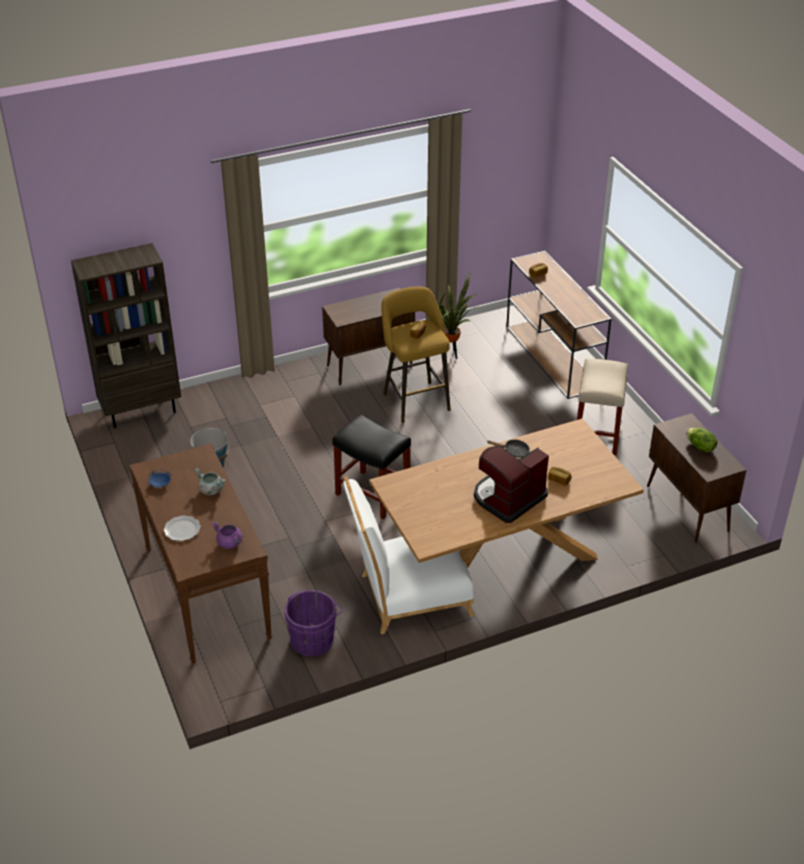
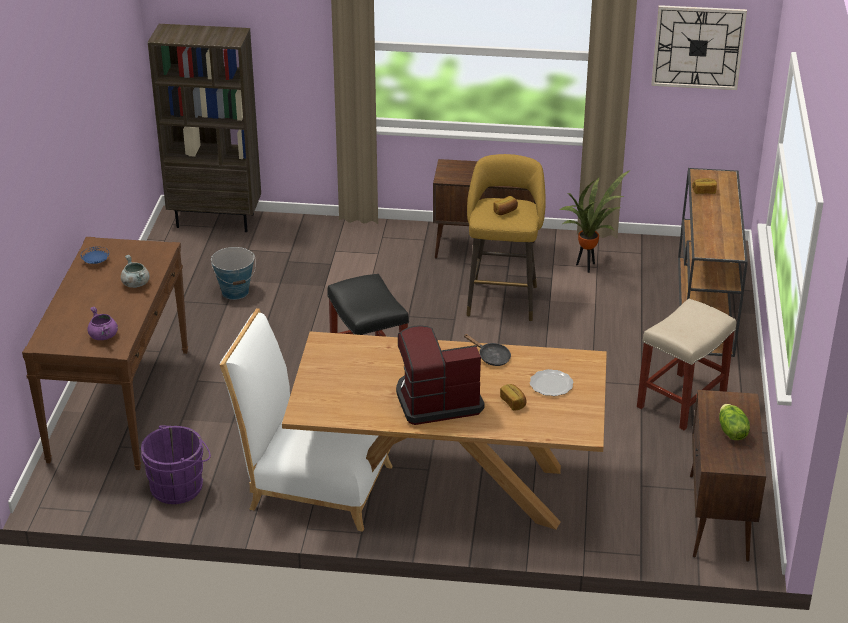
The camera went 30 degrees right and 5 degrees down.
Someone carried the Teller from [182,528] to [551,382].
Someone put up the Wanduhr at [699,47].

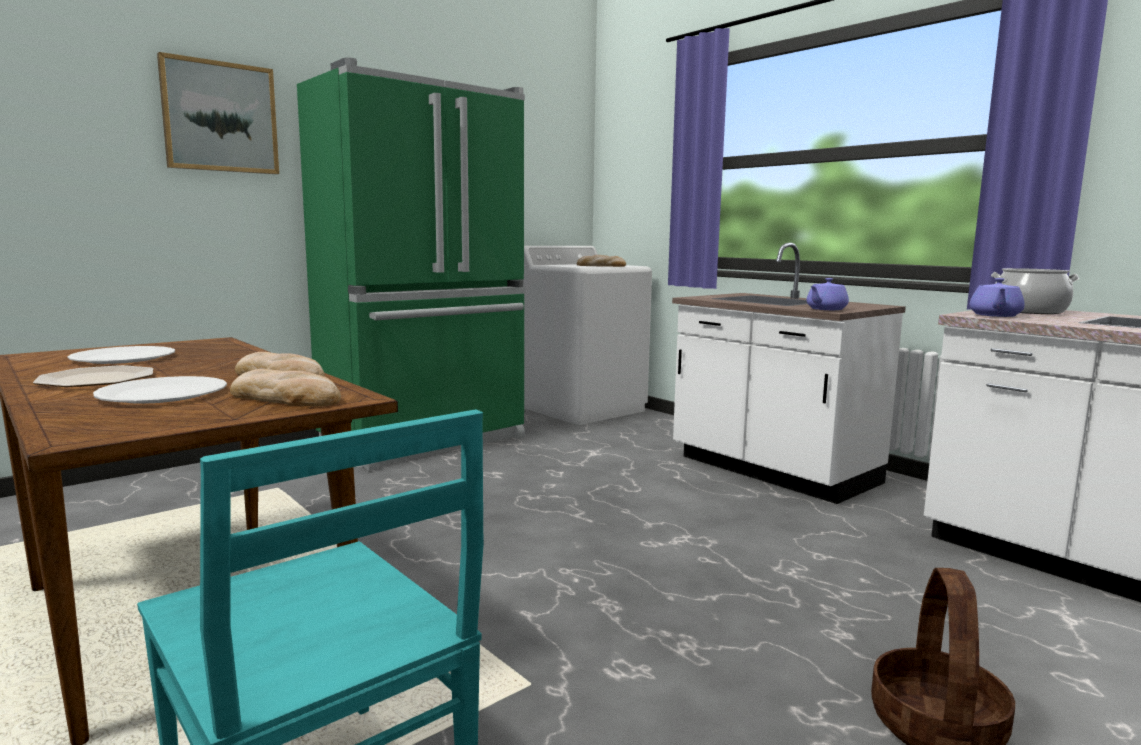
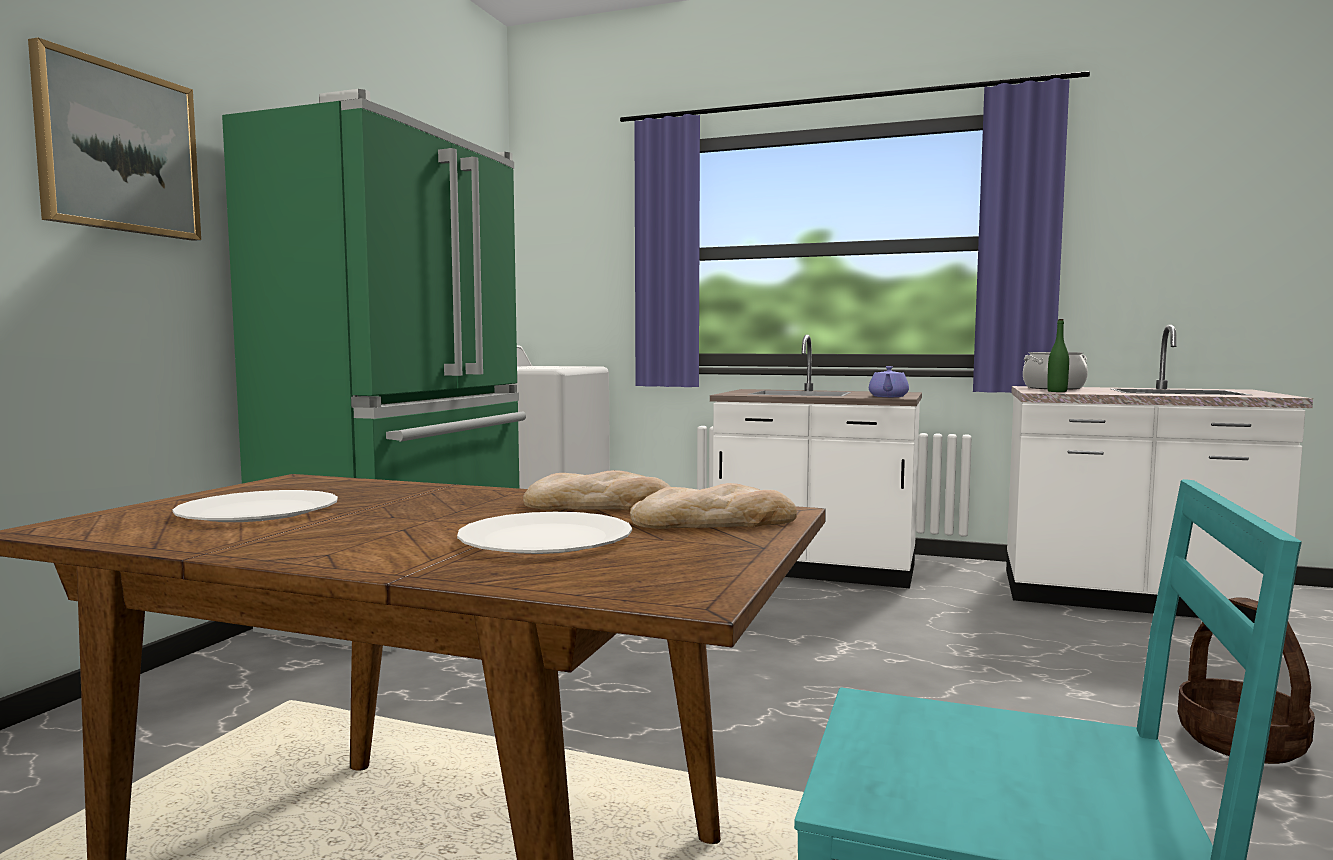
The camera went 30 degrees left and 5 degrees down.
Someone swapped the Teekanne [lila] at [997,297] for the Flasche [grün] at [1058,355].
Someone took away the Teller at [93,376].
Someone took away the Brot at [601,261].

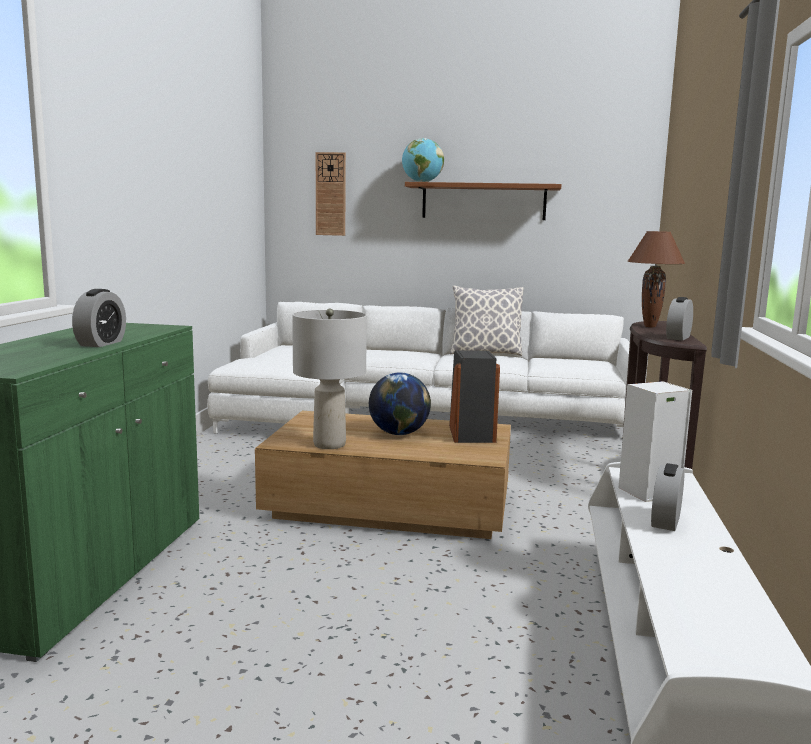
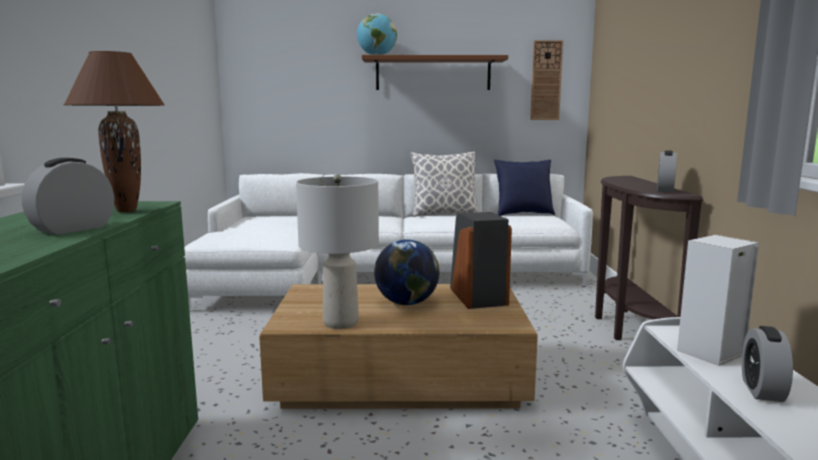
The camera went 10 degrees left and 0 degrees up.
Someone rotated the Wecker at [99,318] by 150 degrees counterclockwise.
Someone carried the Tischlampe [braun] from [656,279] to [114,131].
Someone put down the Kissen [blau] at [524,188].
Someone carried the Wanduhr from [331,194] to [546,80].

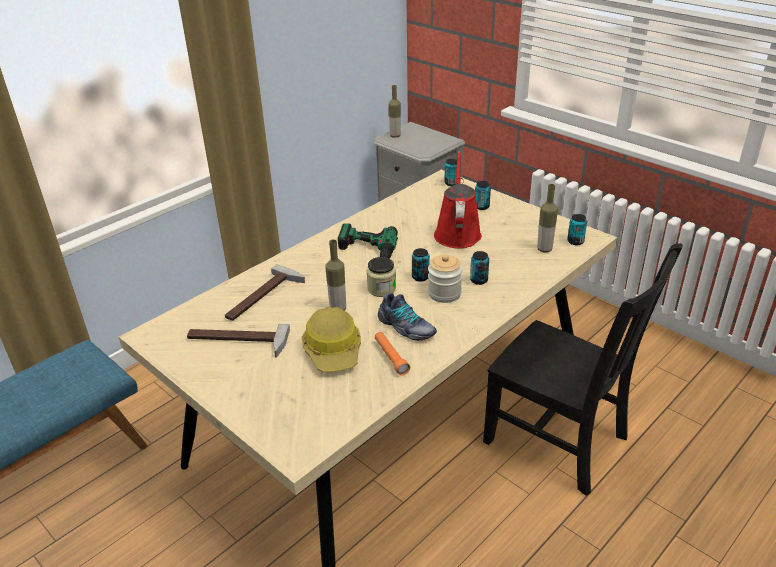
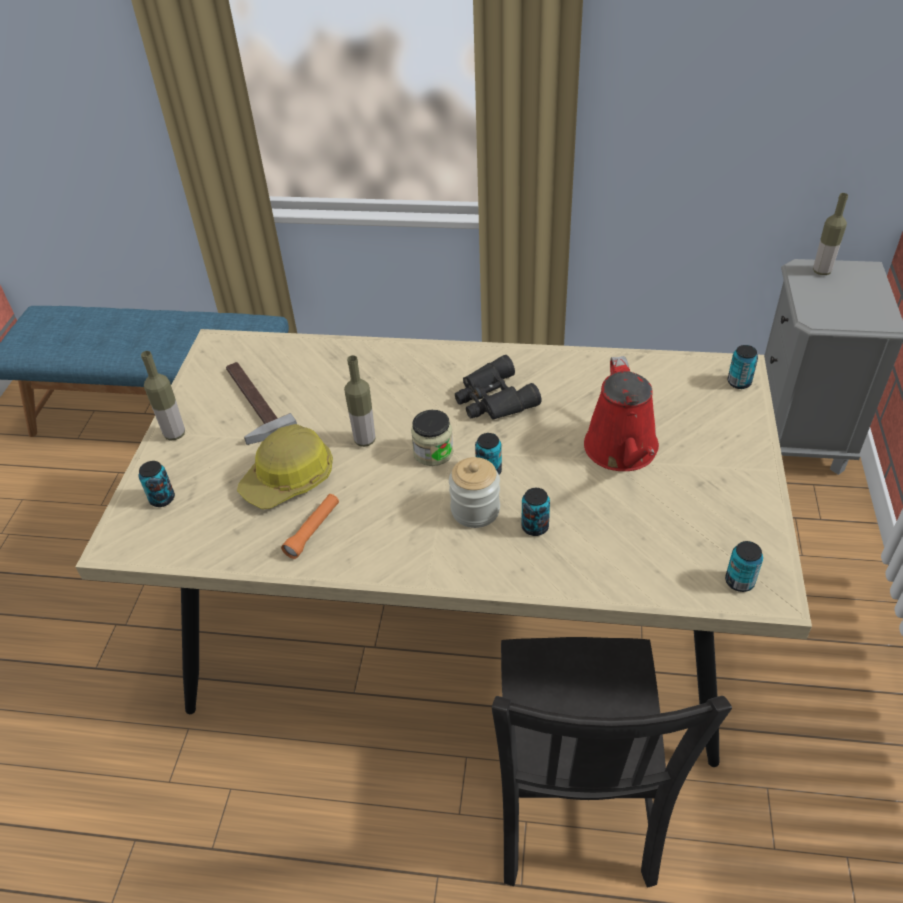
The camera went 55 degrees right and 10 degrees up.
Someone carried the Dose from [483,195] to [157,484].
Someone carried the Flasche from [547,218] to [163,396].
Someone swapped the Bohrmaschine at [368,241] for the Fernglas [schwarz] at [498,387].
Someone rotated the Gießkanne [rot] at [458,199] by 120 degrees clockwise.
Someone took away the Hammer at [265,292].
Someone took away the Schuh at [407,316].

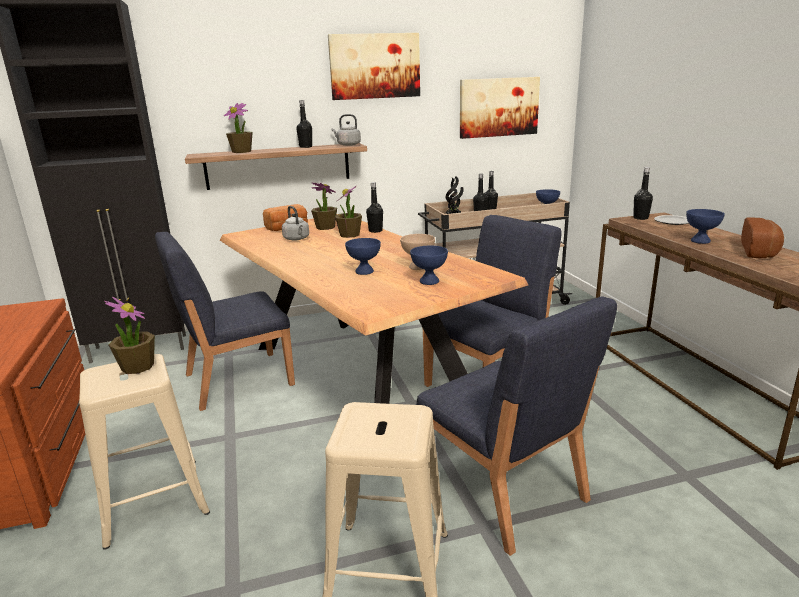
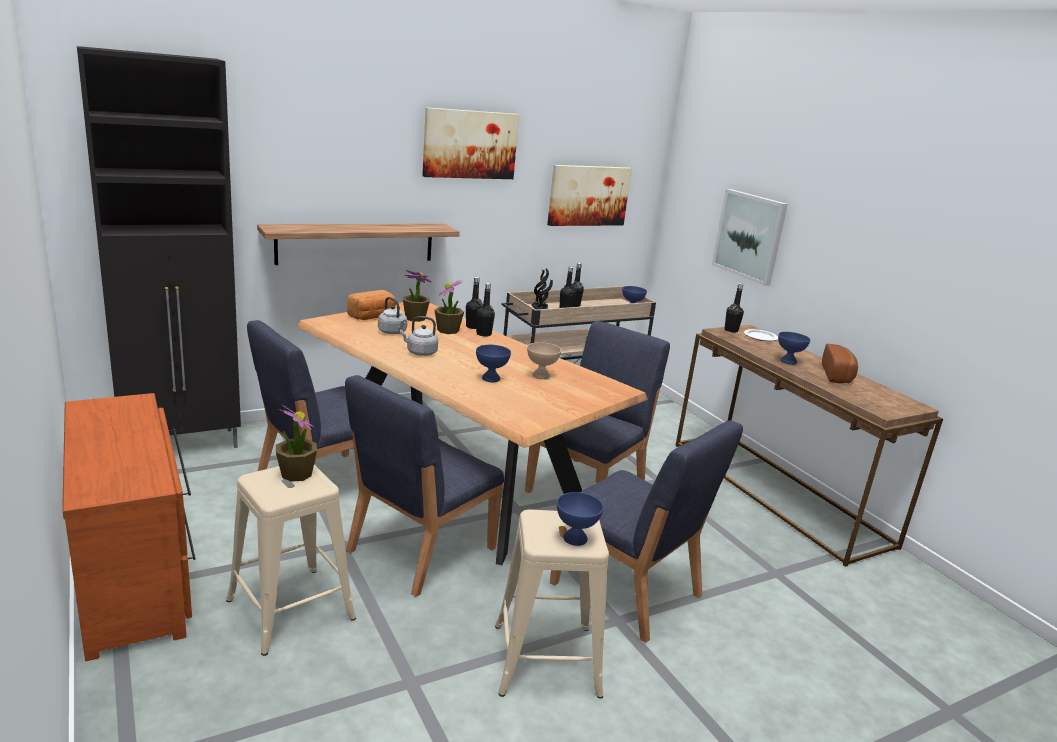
The camera went 15 degrees left and 0 degrees up.
Someone put down the Stuhl [blau] at [424,486].
Someone carried the Wasserkessel [grau] from [346,130] to [419,336].
Someone carried the Flasche [schwarz] from [304,124] to [485,310].
Someone carried the Schüssel [blau] from [429,265] to [580,519].
Someone put up the Bild at [750,237].
Someone took away the Topfpflanze at [238,128].

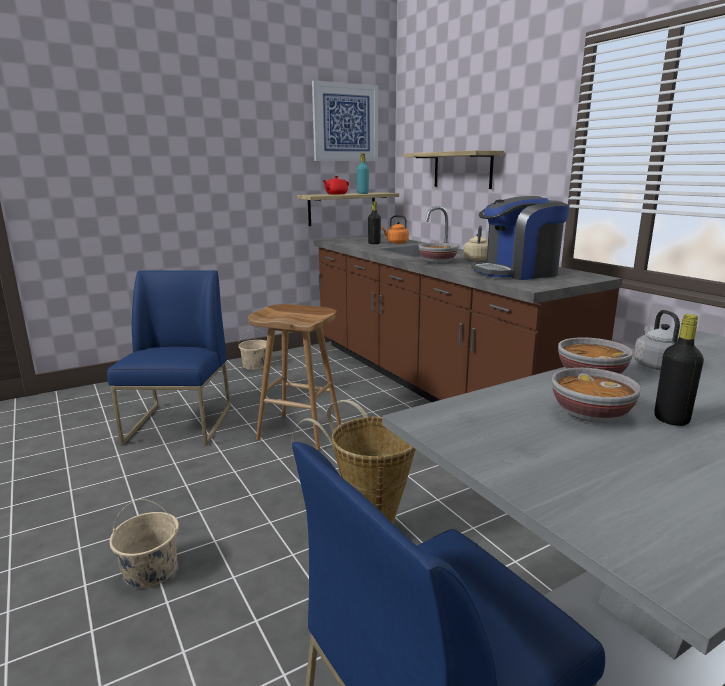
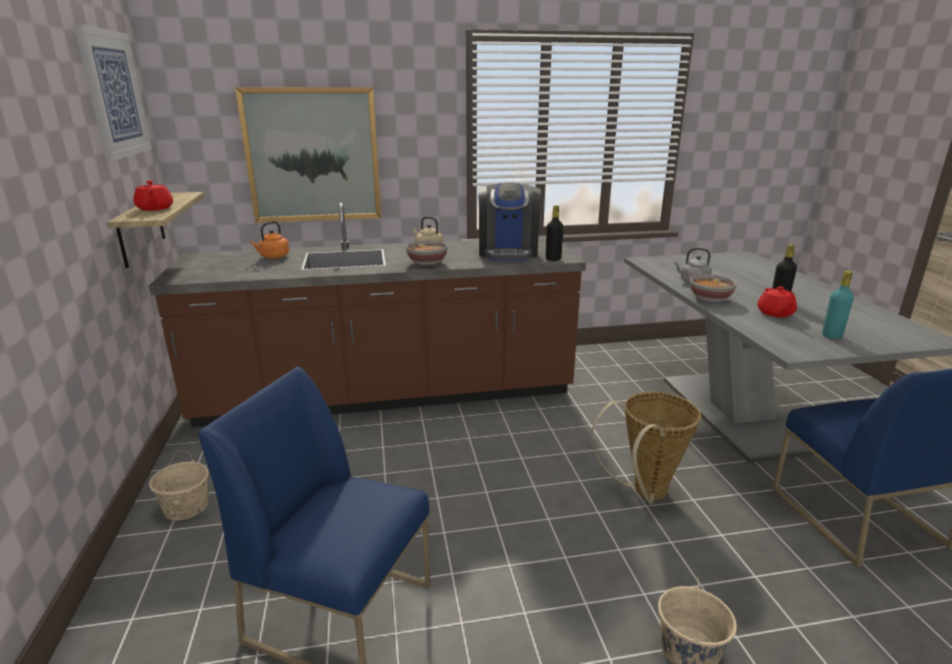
The camera went 70 degrees left and 5 degrees up.
Someone swapped the Wandregal at [454,169] for the Bild at [308,155].
Someone carried the Flasche [schwarz] from [374,222] to [555,233].
Someone swapped the Schüssel at [596,395] for the Teekanne [rot] at [777,301].
Someone carried the Flasche [türkis] from [363,173] to [838,305].
Someone took away the Hocker [braun] at [295,377].

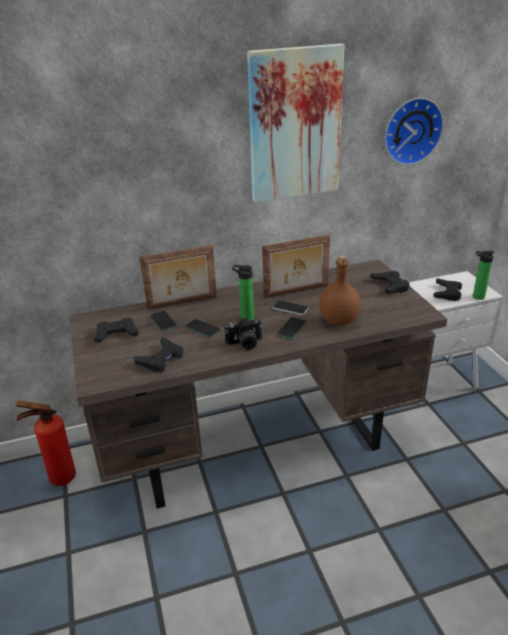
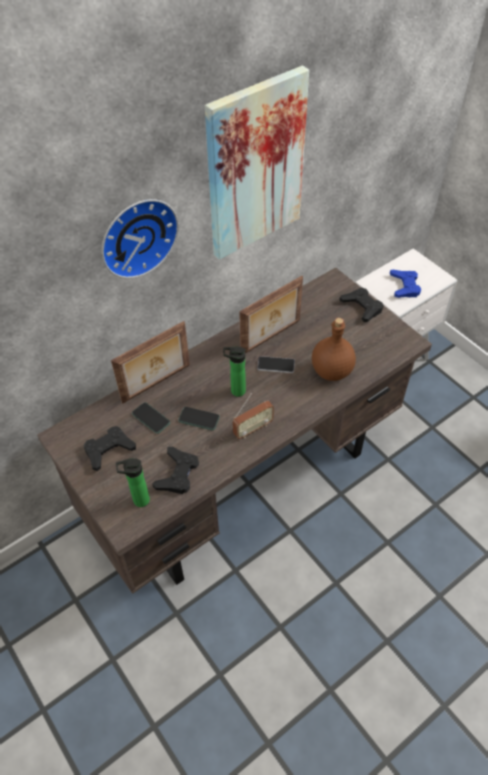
The camera went 20 degrees left and 20 degrees up.
Someone carried the Wanduhr from [414,131] to [140,239].
Someone carried the Flasche from [484,275] to [133,482].
Someone swapped the Kamera at [243,333] for the Radio at [253,416].
Someone repainted the Gamepad [schwarz] at [447,289], which became the Gamepad [blau] at [405,284].
Someone took away the Feuerlöscher at [46,443].
Someone took away the Handy at [292,328].

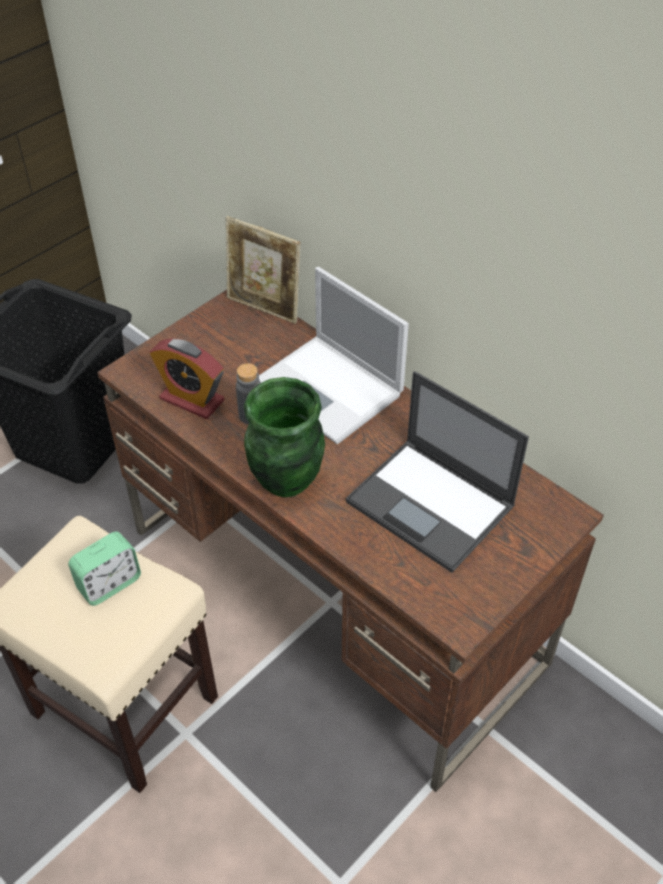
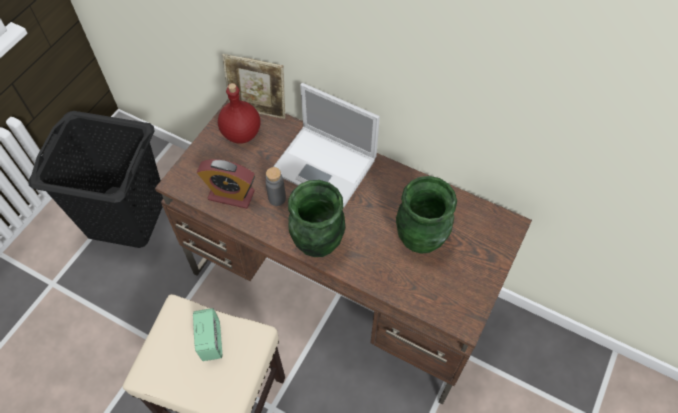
The camera went 15 degrees left and 10 degrees up.
Someone rotated the Wecker at [104,568] by 45 degrees counterclockwise.
Someone put down the Flasche [rot] at [239,113].
Someone swapped the Laptop at [437,472] for the Vase [grün] at [426,215].

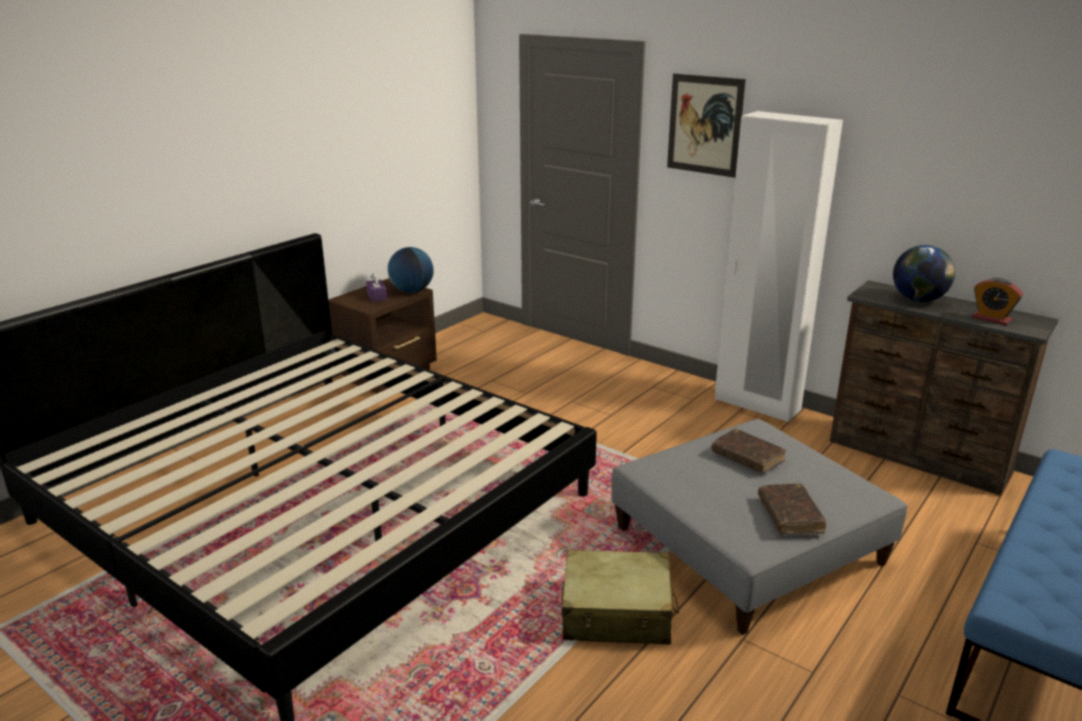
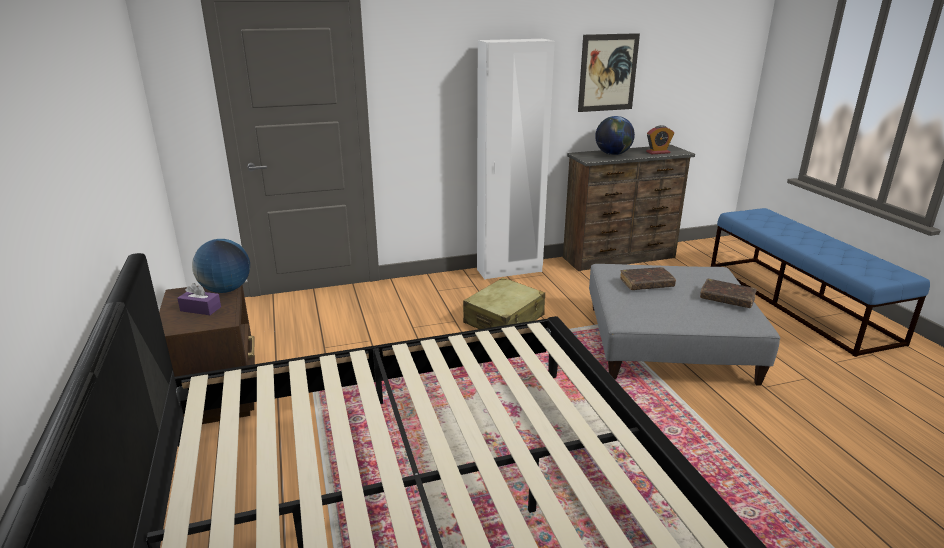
The camera went 55 degrees left and 0 degrees up.
Someone carried the Koffer [beige] from [620,597] to [504,303].
Someone carried the Bild from [706,125] to [609,72].

